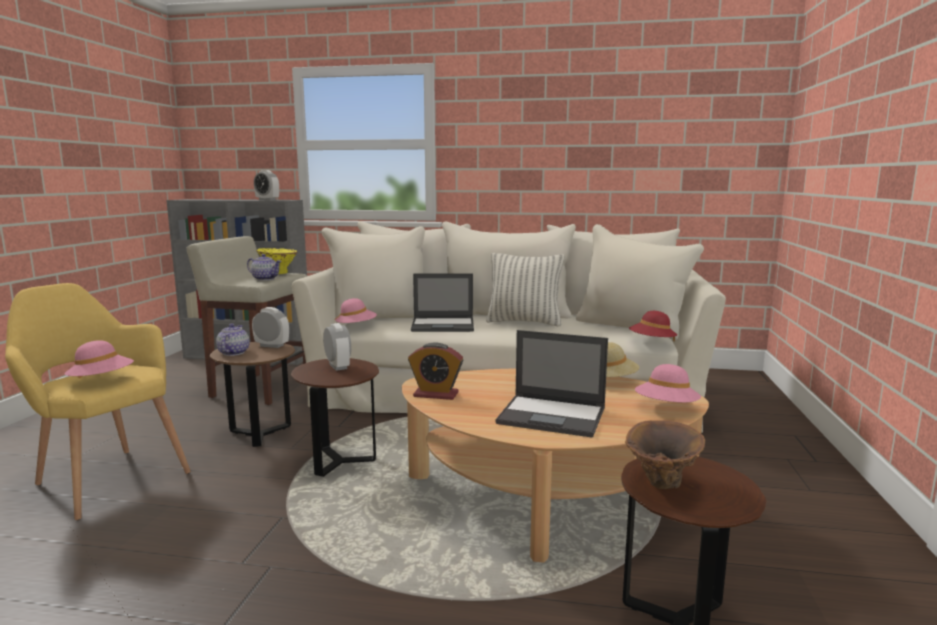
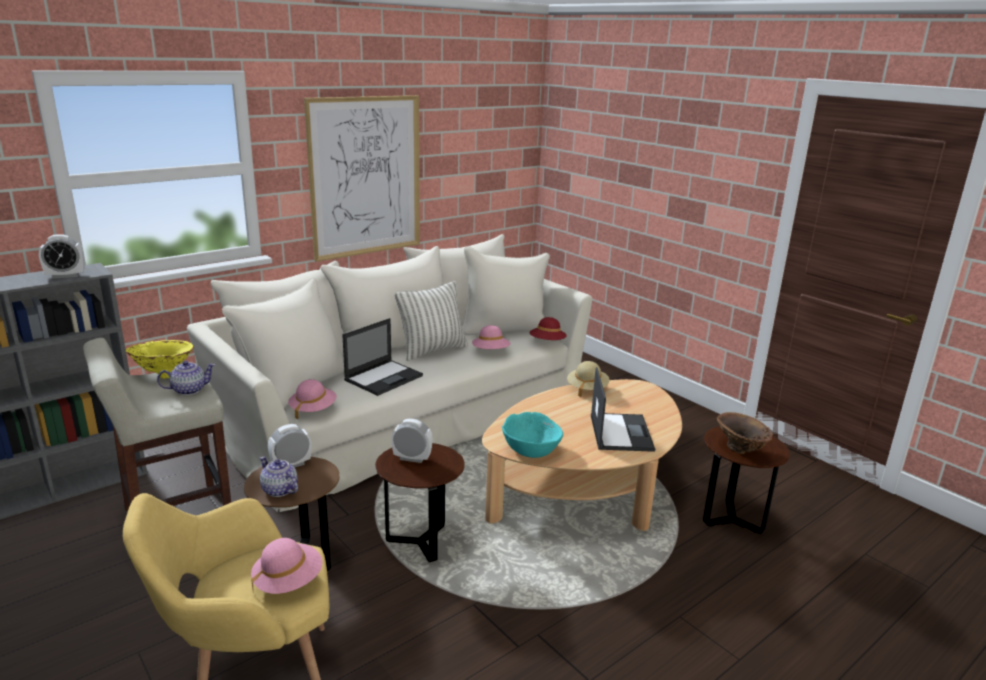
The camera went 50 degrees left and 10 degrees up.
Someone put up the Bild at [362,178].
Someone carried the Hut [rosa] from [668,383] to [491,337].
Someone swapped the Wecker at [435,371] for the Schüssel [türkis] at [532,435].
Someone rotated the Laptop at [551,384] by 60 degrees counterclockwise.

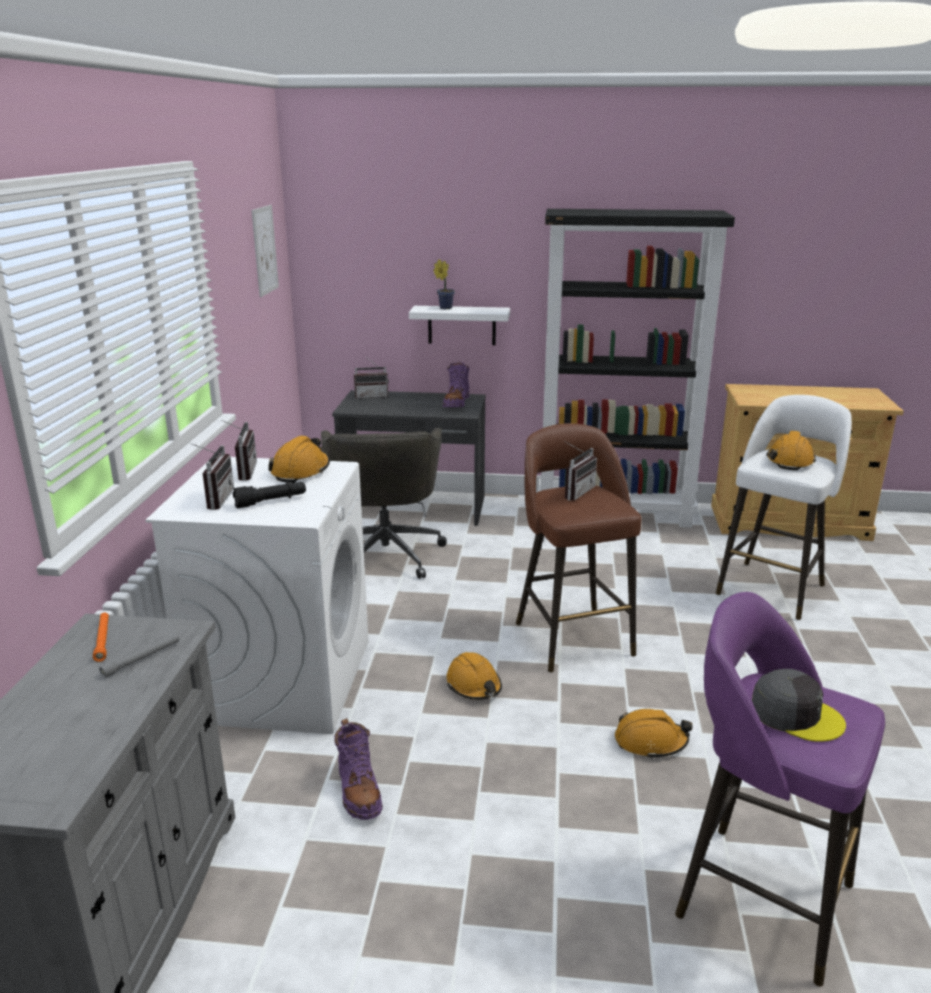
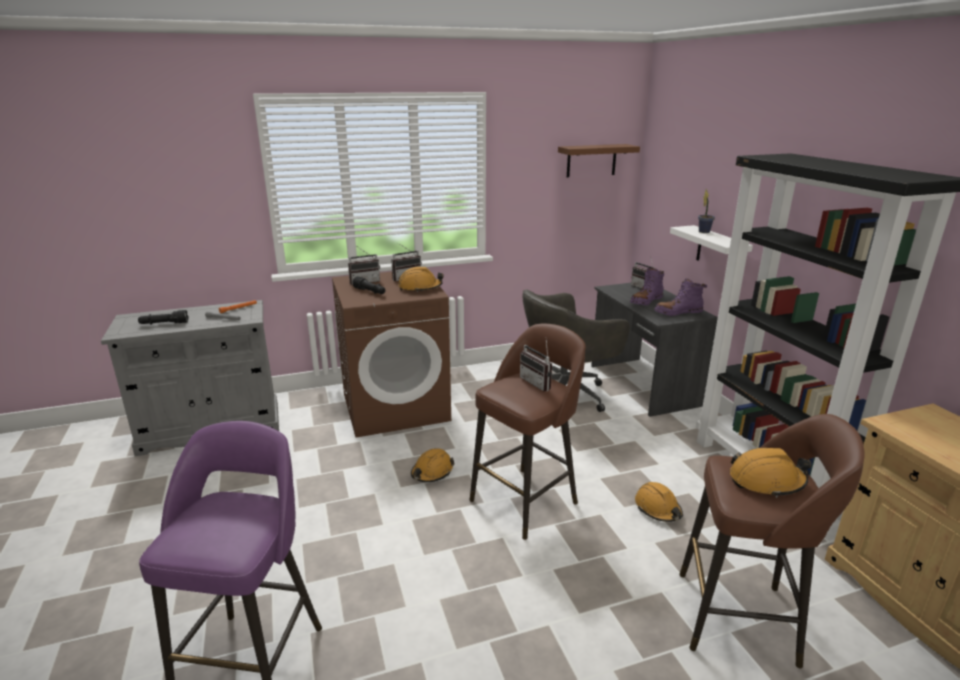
The camera went 65 degrees right and 0 degrees up.
Someone put down the Taschenlampe [schwarz] at [163,317].
Someone repainted the Waschmaschine [weiß] at [257,595], which became the Waschmaschine [braun] at [391,355].
Someone rotated the Radio at [580,471] by 45 degrees clockwise.
Someone swapped the Bild at [265,251] for the Wandregal [braun] at [599,160].
Someone carried the Stiefel [lila] from [359,769] to [647,286].
Someone carried the Schutzhelm [orange] from [654,734] to [659,502].
Someone repainted the Hocker [weiß] at [784,507], which became the Hocker [braun] at [772,541].
Someone took away the Kappe [grau] at [799,705].

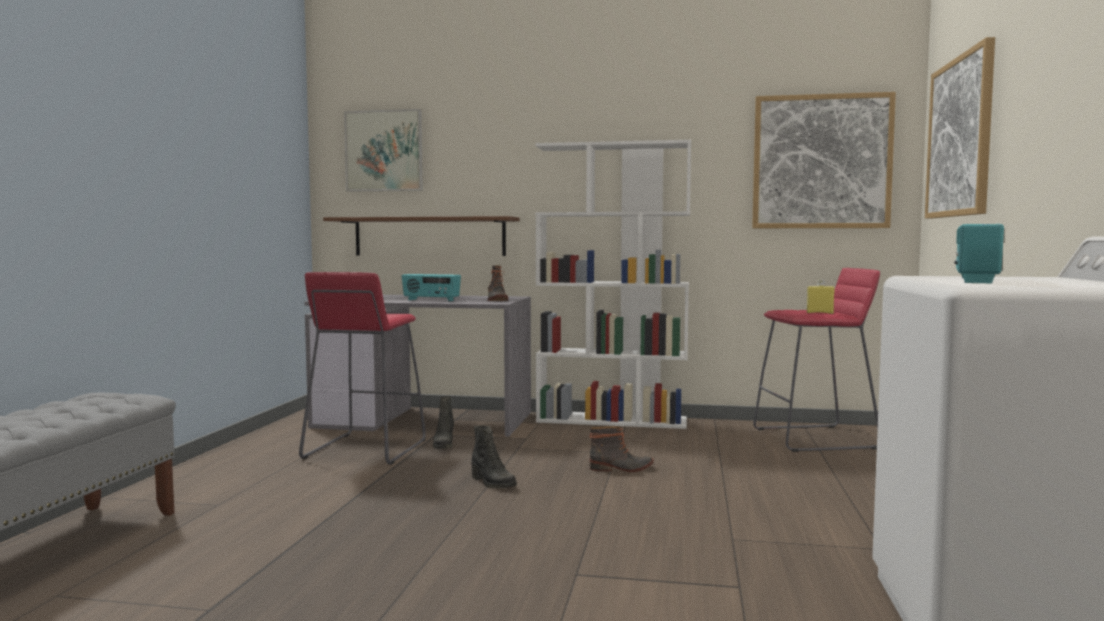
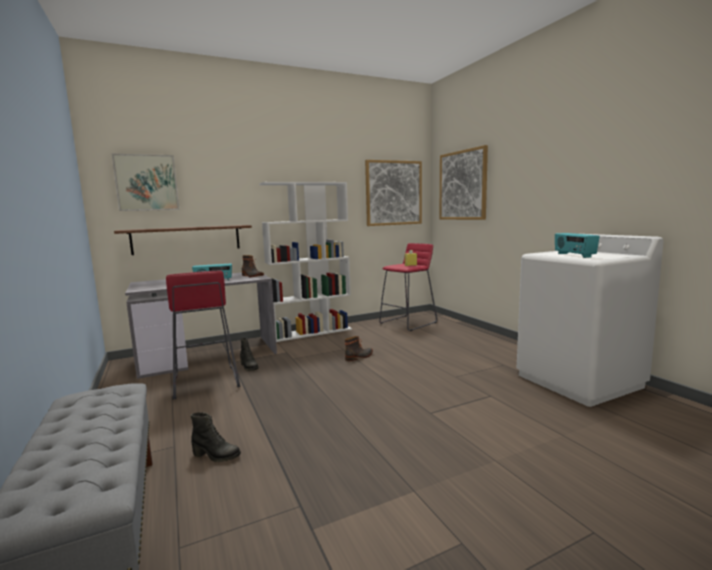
The camera went 35 degrees left and 5 degrees up.
Someone carried the Stiefel [schwarz] from [494,457] to [216,437].

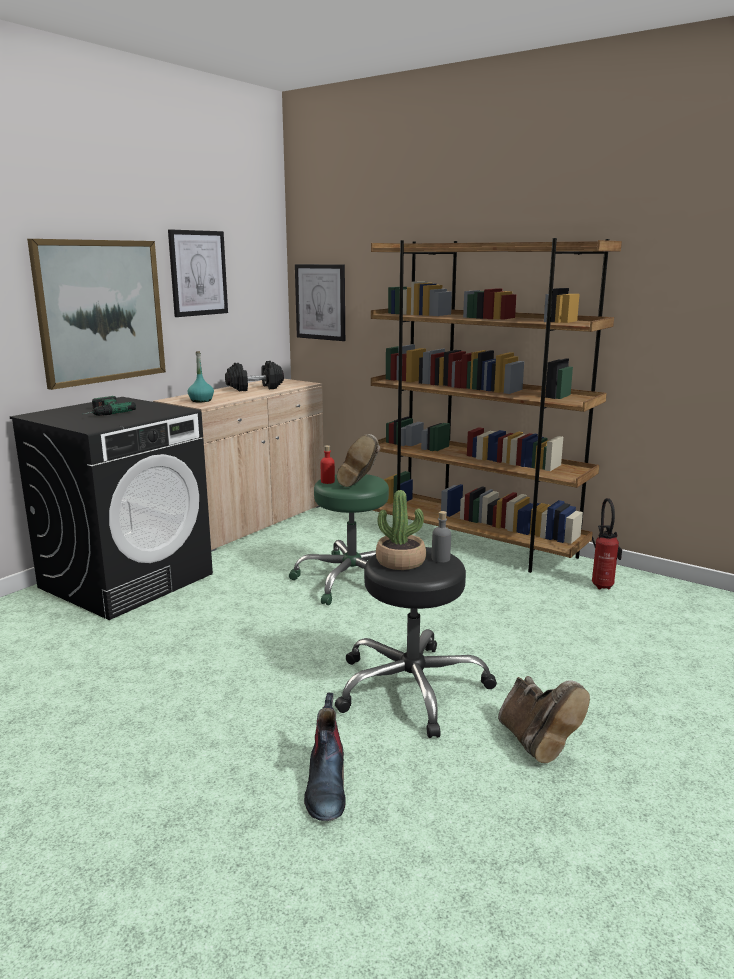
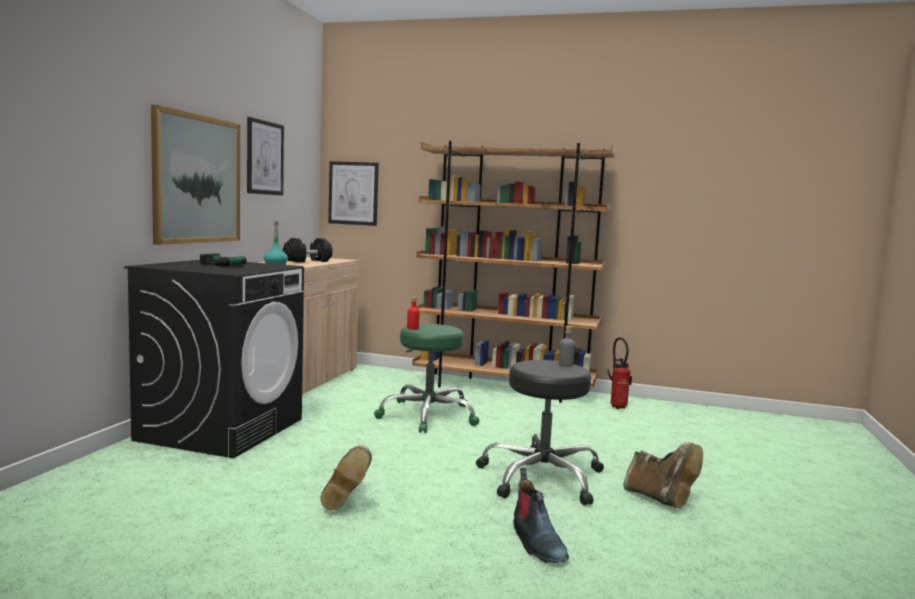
The camera went 20 degrees left and 10 degrees down.
Someone carried the Stiefel [braun] from [358,460] to [346,478].
Someone took away the Topfpflanze at [401,530].

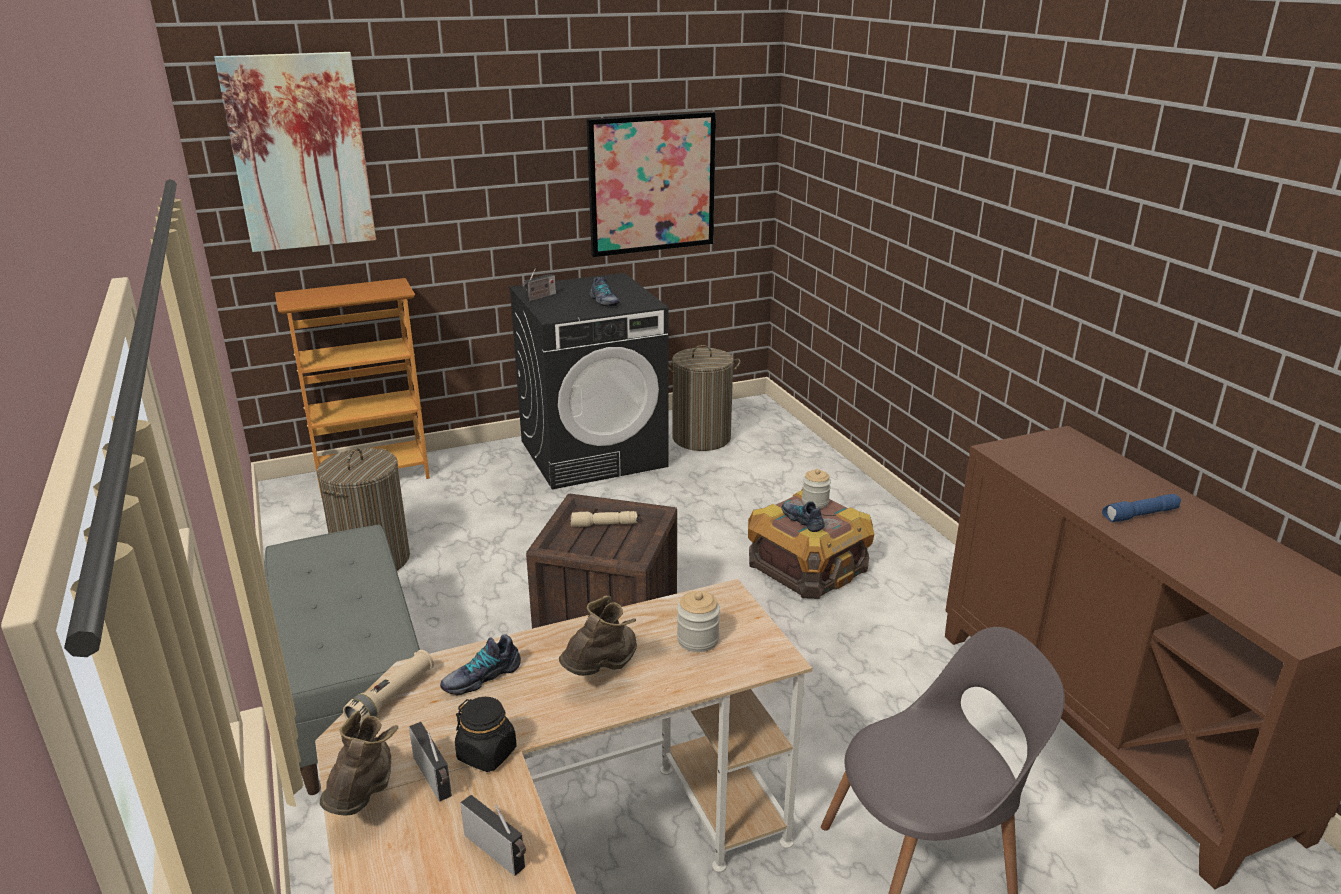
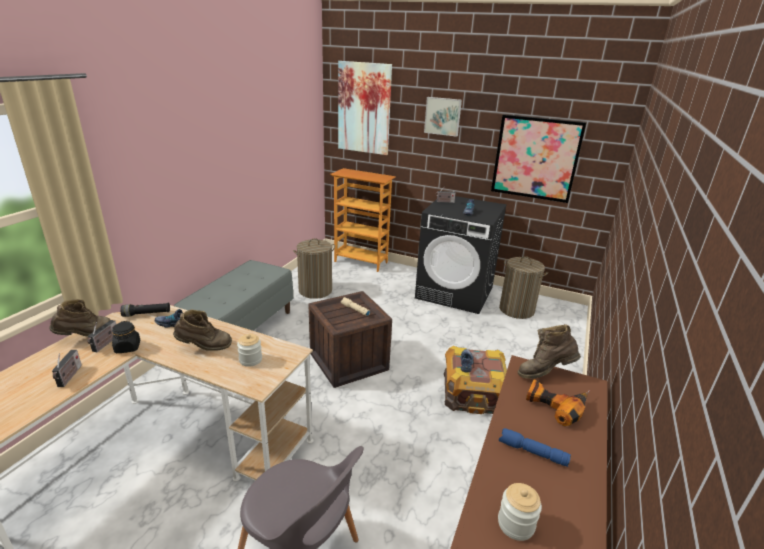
The camera went 45 degrees right and 0 degrees up.
Someone repainted the Taschenlampe [beige] at [388,687], which became the Taschenlampe [schwarz] at [145,310].
Someone put up the Bild at [443,117].
Someone carried the Vorratsglas from [816,488] to [520,512].
Someone put down the Stiefel [braun] at [549,351].
Someone put down the Bohrmaschine at [558,402].

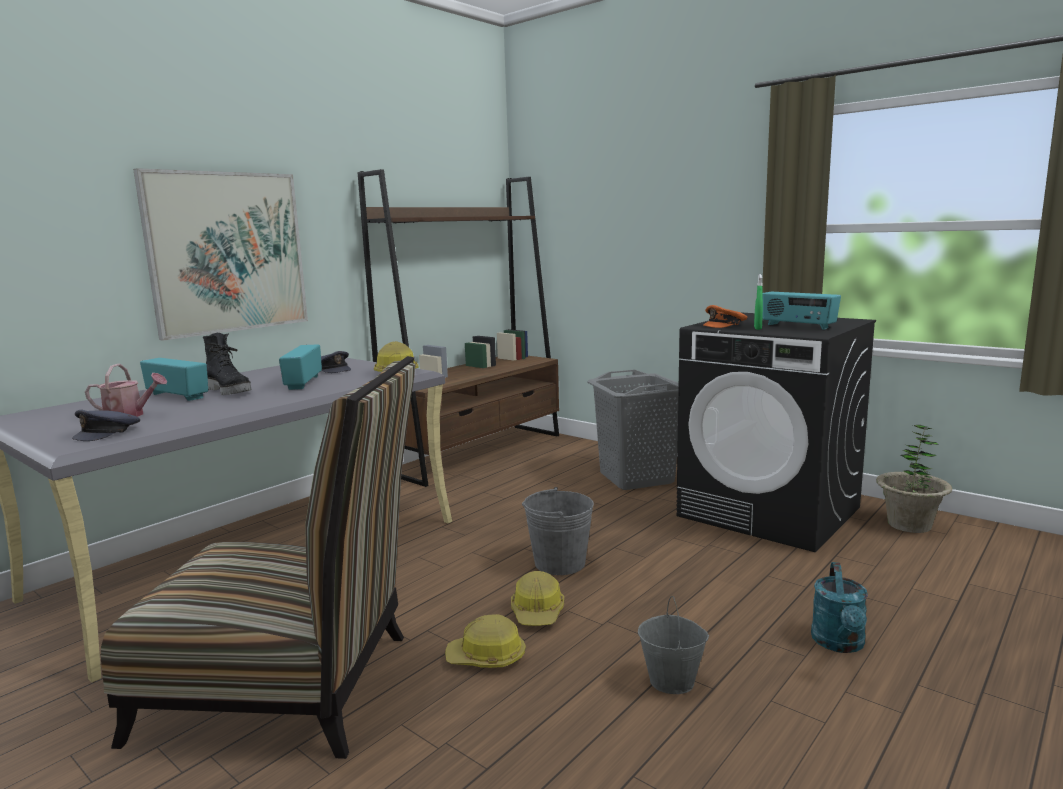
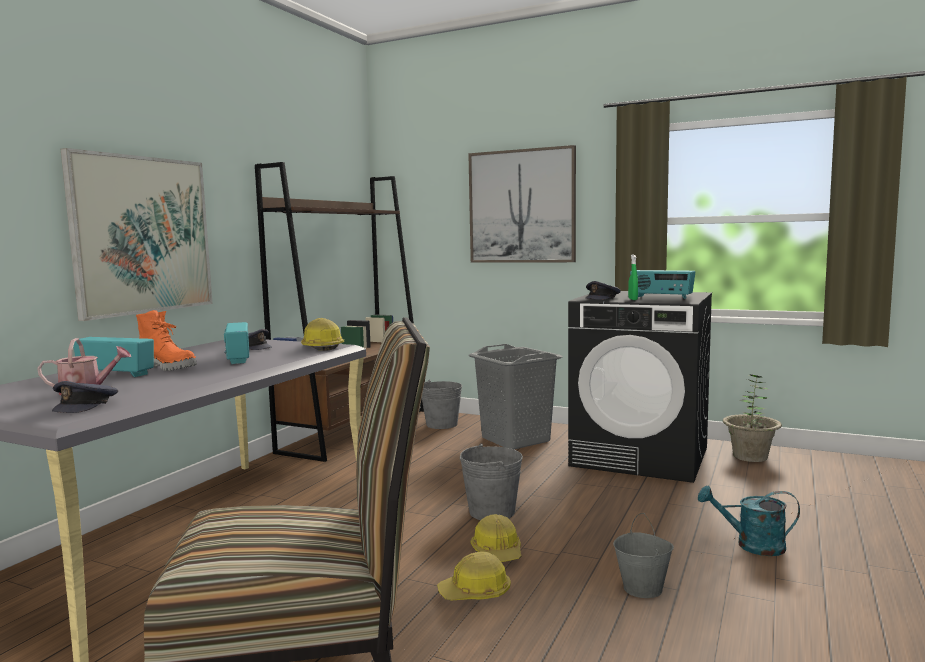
The camera went 15 degrees left and 5 degrees down.
Someone repainted the Stiefel [schwarz] at [227,364], which became the Stiefel [orange] at [166,340].
Someone put down the Eimer [grau] at [442,404].
Someone put up the Bild at [522,204].
Someone repainted the Kappe [orange] at [725,316], which became the Kappe [grau] at [603,290].
Someone rotated the Gießkanne [türkis] at [839,607] by 105 degrees clockwise.

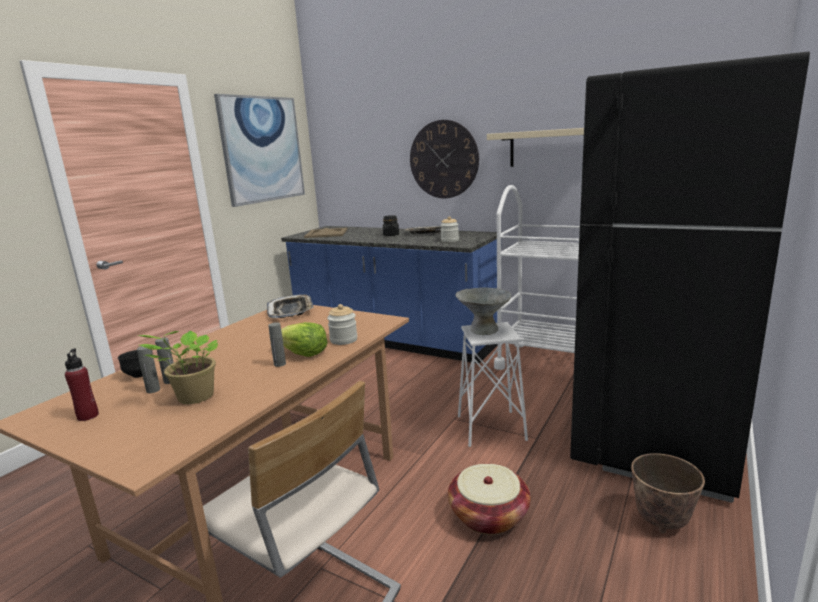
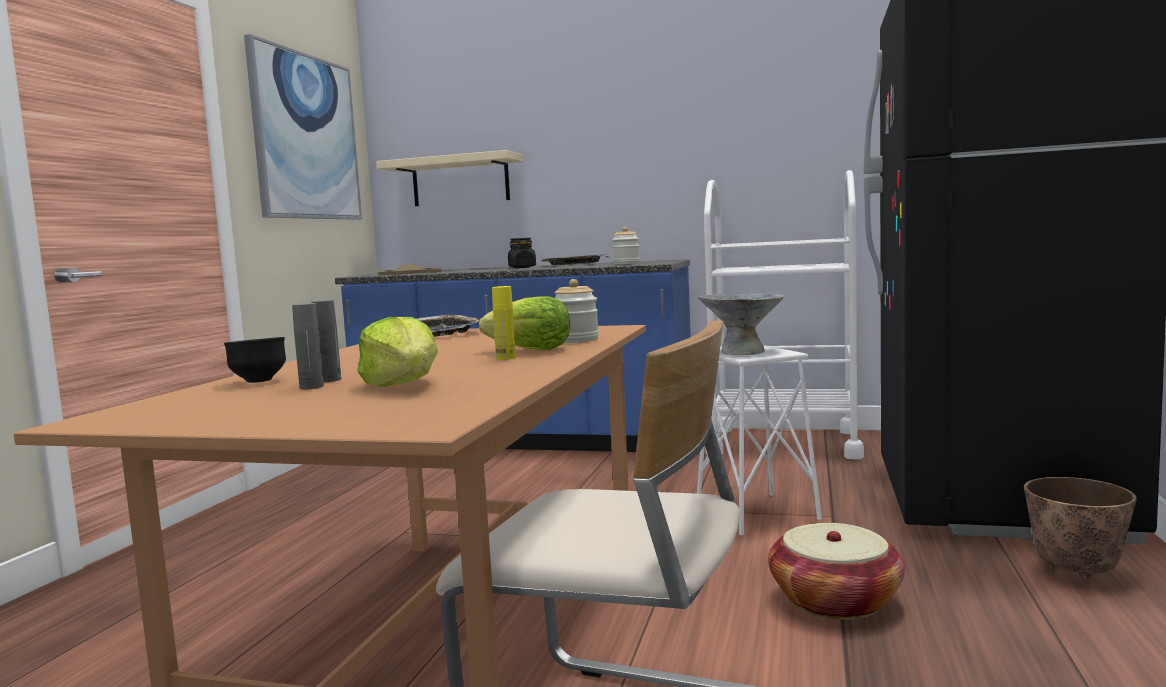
The camera went 15 degrees left and 10 degrees down.
Someone swapped the Topfpflanze at [178,367] for the Salatkopf at [397,352].
Someone carried the Wandregal [beige] from [535,147] to [449,178].
Someone repainted the Flasche [grau] at [277,344], which became the Flasche [gelb] at [504,323].
Someone took away the Flasche [rot] at [82,384].
Someone took away the Wanduhr at [444,159].

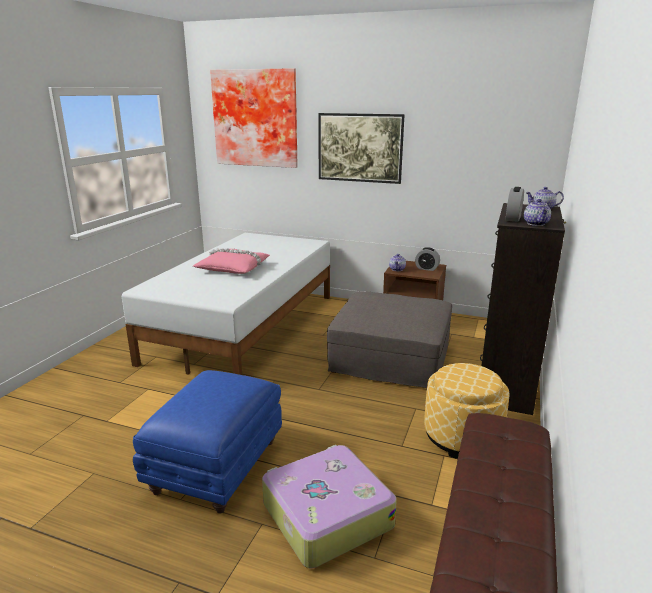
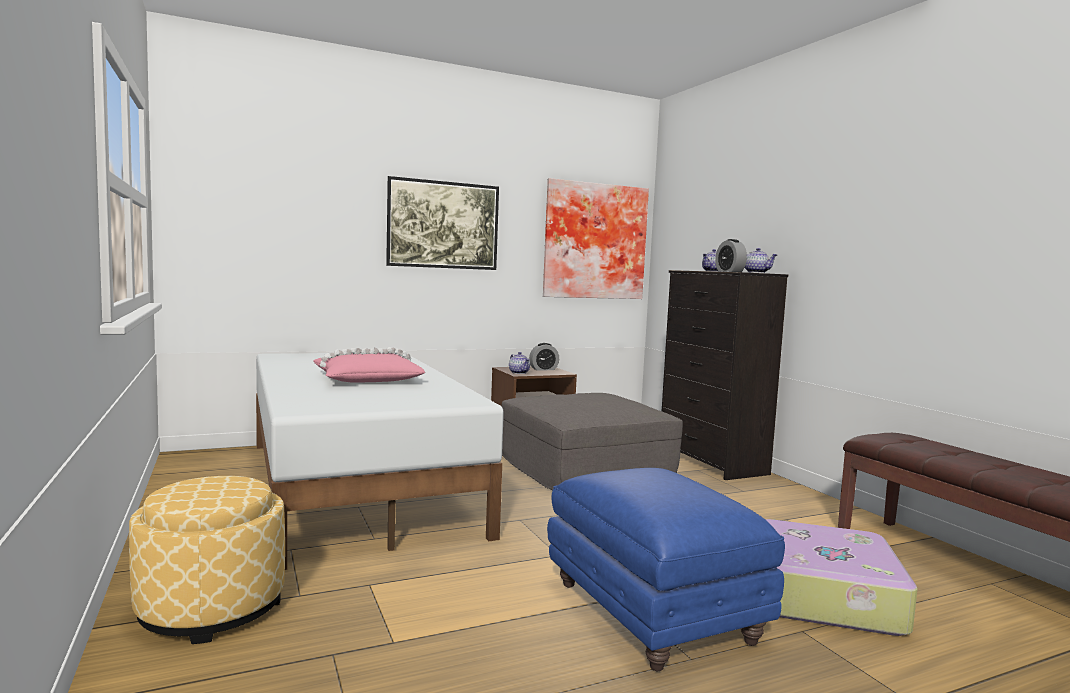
The camera went 45 degrees left and 15 degrees down.
Someone carried the Polsterhocker from [467,411] to [207,560].
Someone carried the Bild from [254,118] to [596,238].

